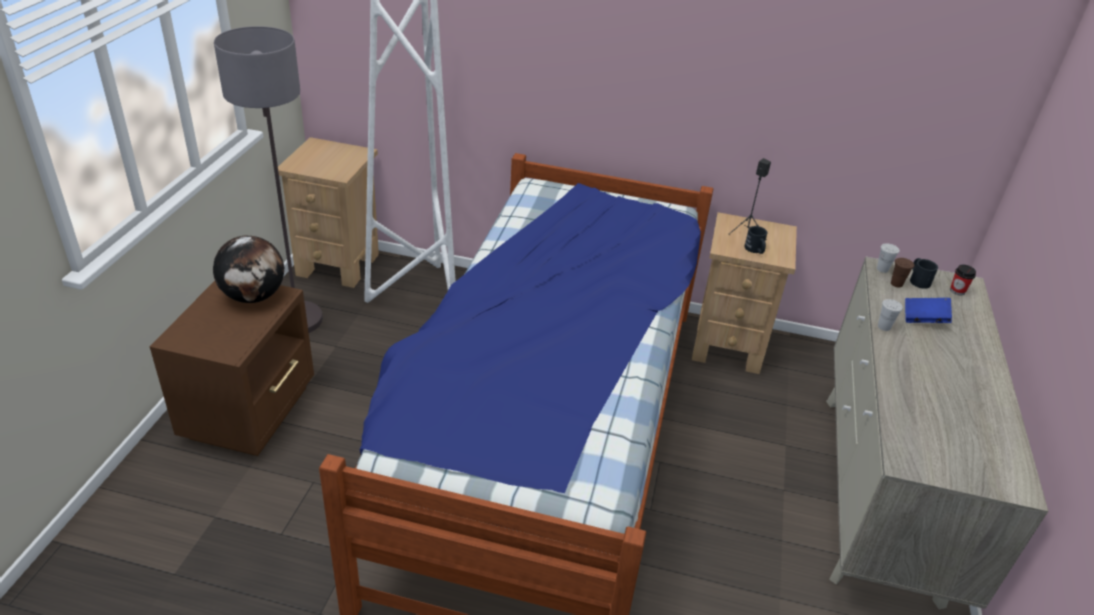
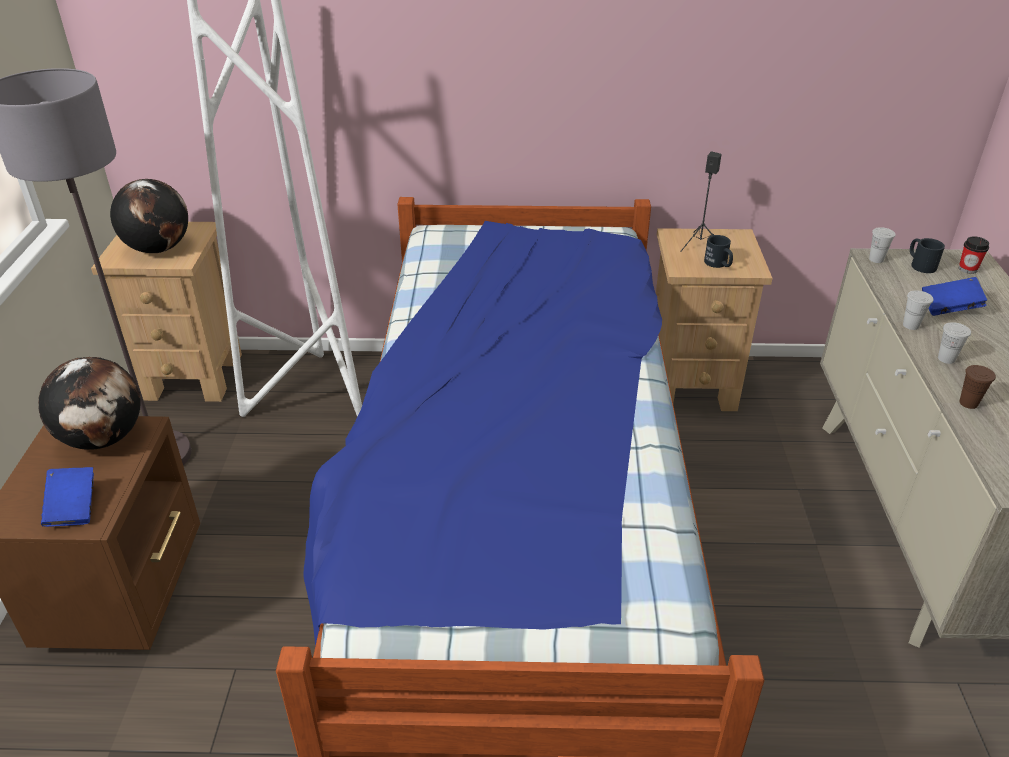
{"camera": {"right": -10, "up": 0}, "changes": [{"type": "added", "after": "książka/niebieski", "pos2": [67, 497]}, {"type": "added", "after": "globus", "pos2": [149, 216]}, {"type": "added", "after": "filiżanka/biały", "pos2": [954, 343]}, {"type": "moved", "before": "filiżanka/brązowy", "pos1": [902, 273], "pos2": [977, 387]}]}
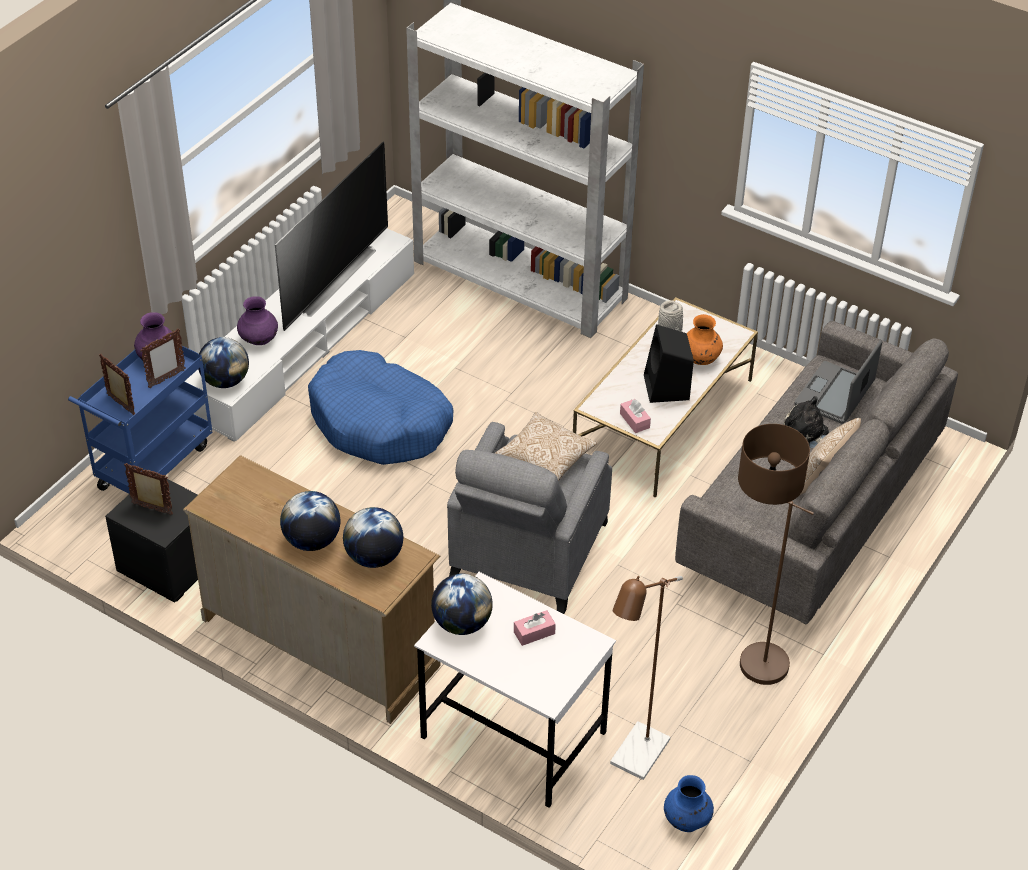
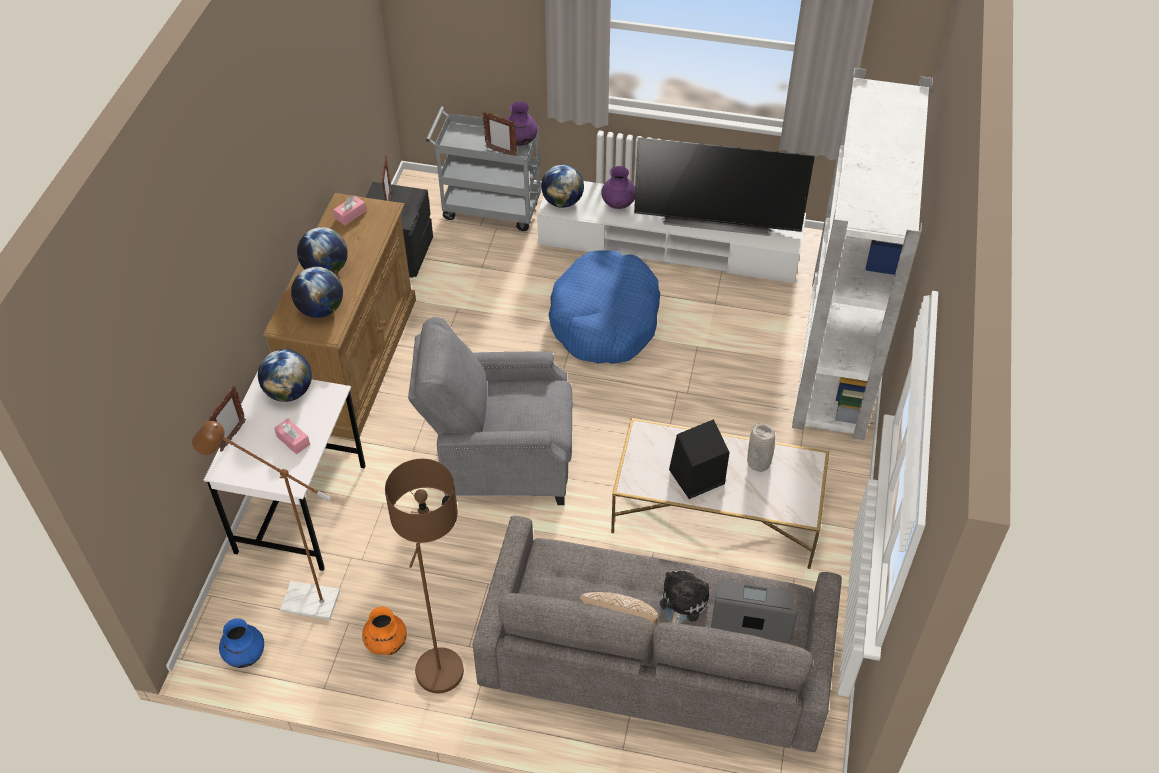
{"camera": {"right": 70, "up": 5}, "changes": [{"type": "moved", "before": "ramka na zdjęcie", "pos1": [117, 384], "pos2": [227, 419]}, {"type": "moved", "before": "pudełko chusteczek/różowy", "pos1": [635, 416], "pos2": [349, 211]}, {"type": "moved", "before": "wazon/pomarańczowy", "pos1": [705, 339], "pos2": [384, 631]}, {"type": "recoloured", "before": "wózek/niebieski", "after": "wózek/szary", "pos1": [140, 420], "pos2": [483, 168]}, {"type": "removed", "before": "poduszka", "pos1": [546, 446]}]}
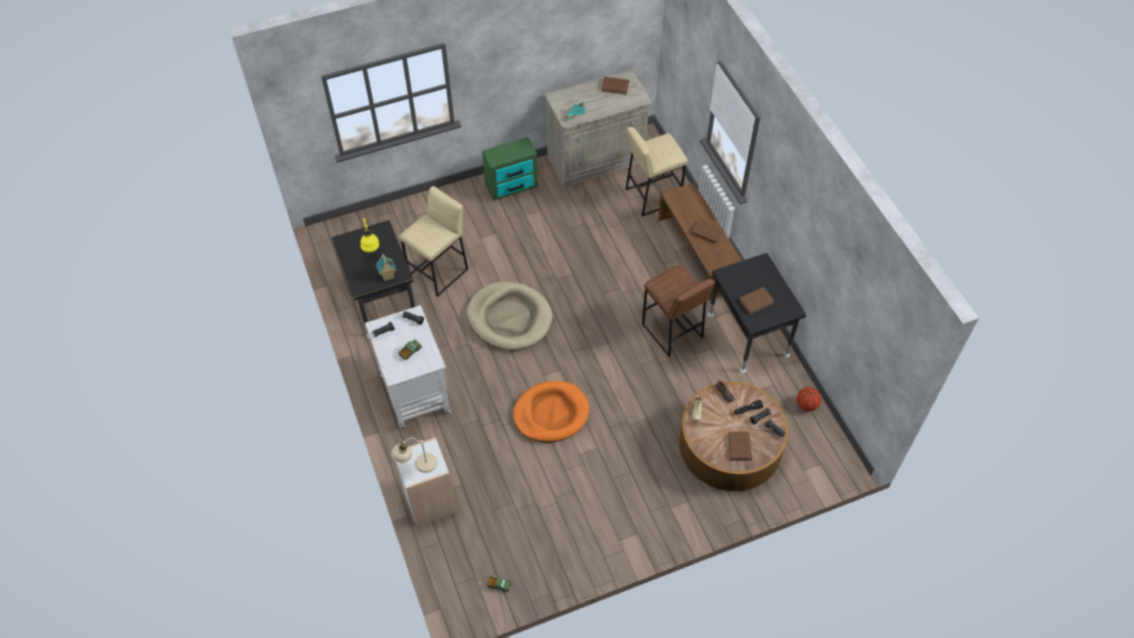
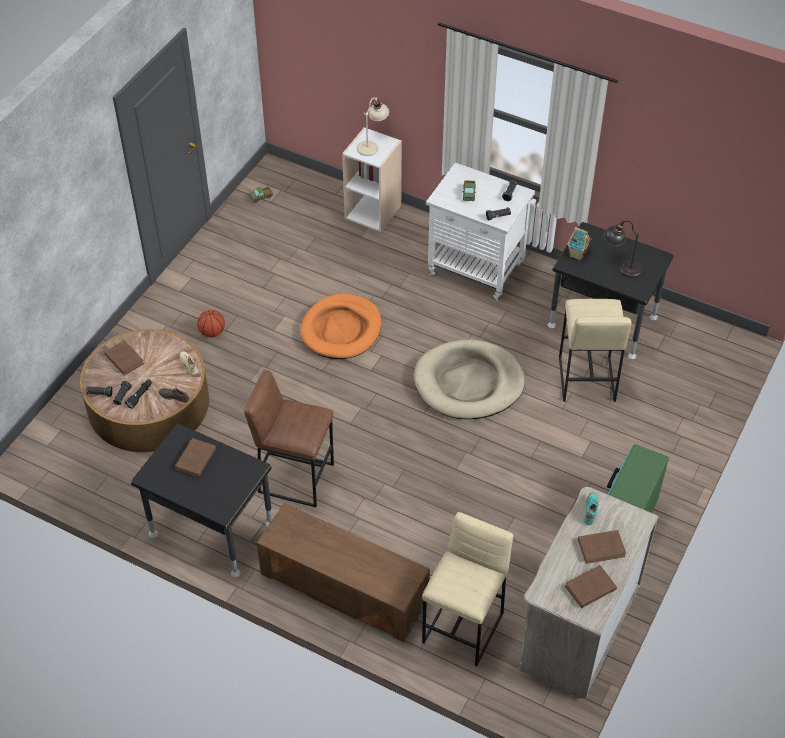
{"camera": {"right": 140, "up": -5}, "changes": [{"type": "moved", "before": "piłka do koszykówki", "pos1": [809, 399], "pos2": [211, 323]}, {"type": "moved", "before": "książka/brązowy", "pos1": [708, 231], "pos2": [602, 547]}, {"type": "recoloured", "before": "lampa stołowa/żółty", "after": "lampa stołowa/szary", "pos1": [369, 235], "pos2": [623, 249]}]}
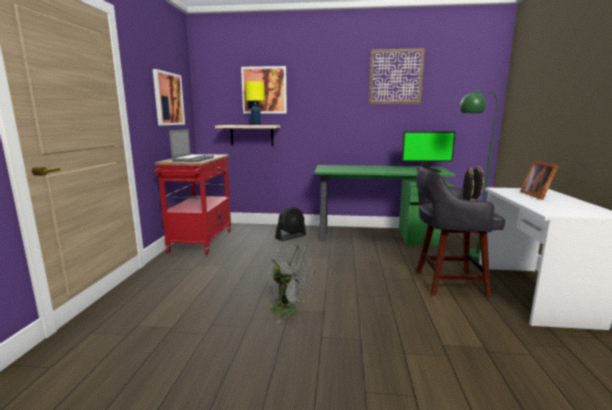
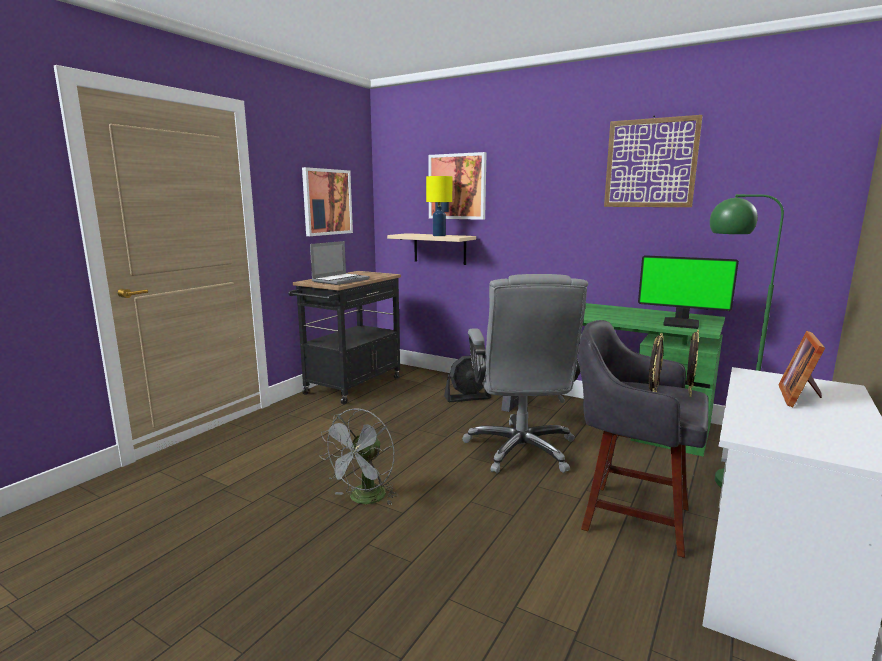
{"camera": {"right": 25, "up": 0}, "changes": [{"type": "recoloured", "before": "wózek/czerwony", "after": "wózek/czarny", "pos1": [192, 204], "pos2": [344, 338]}, {"type": "turned", "before": "wentylator/szary", "pos1": [292, 283], "pos2": [359, 457], "turn": 60}, {"type": "added", "after": "krzesło biurowe/szary", "pos2": [525, 374]}]}
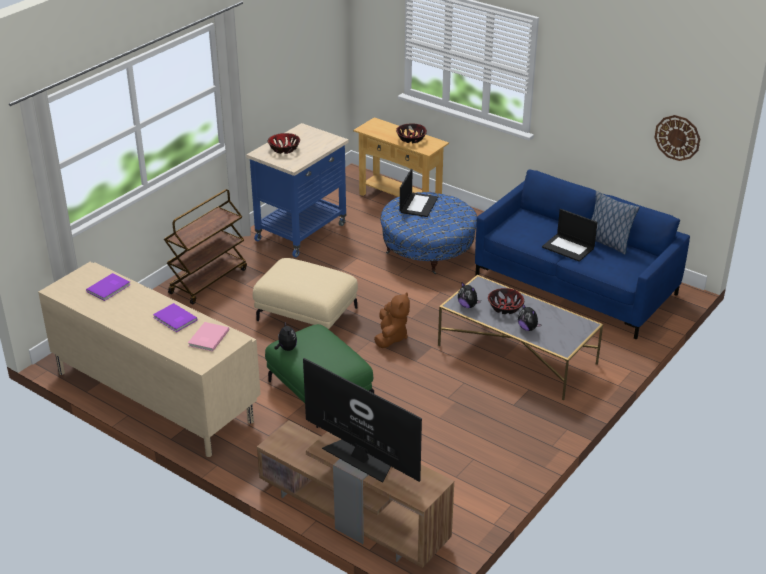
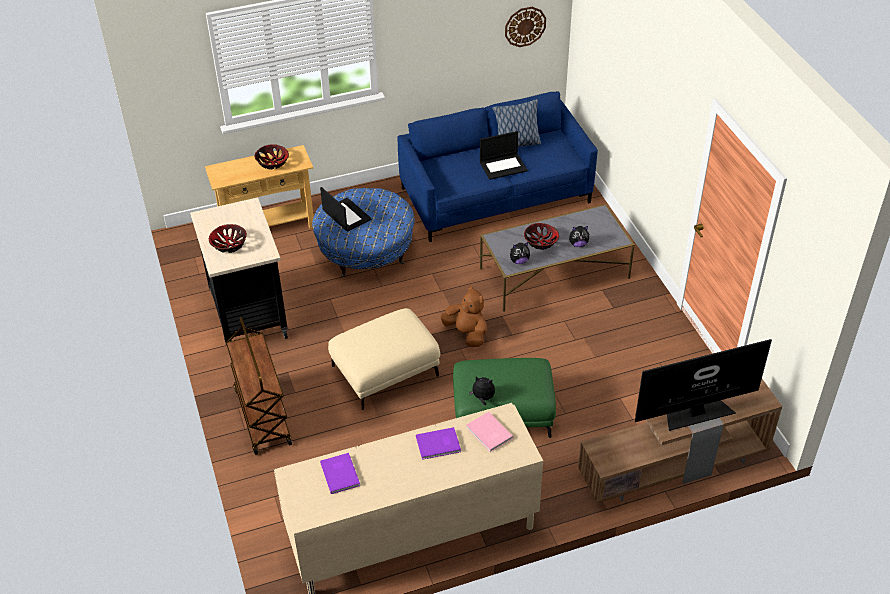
{"camera": {"right": -55, "up": 10}, "changes": [{"type": "recoloured", "before": "wózek/niebieski", "after": "wózek/czarny", "pos1": [297, 190], "pos2": [239, 270]}]}
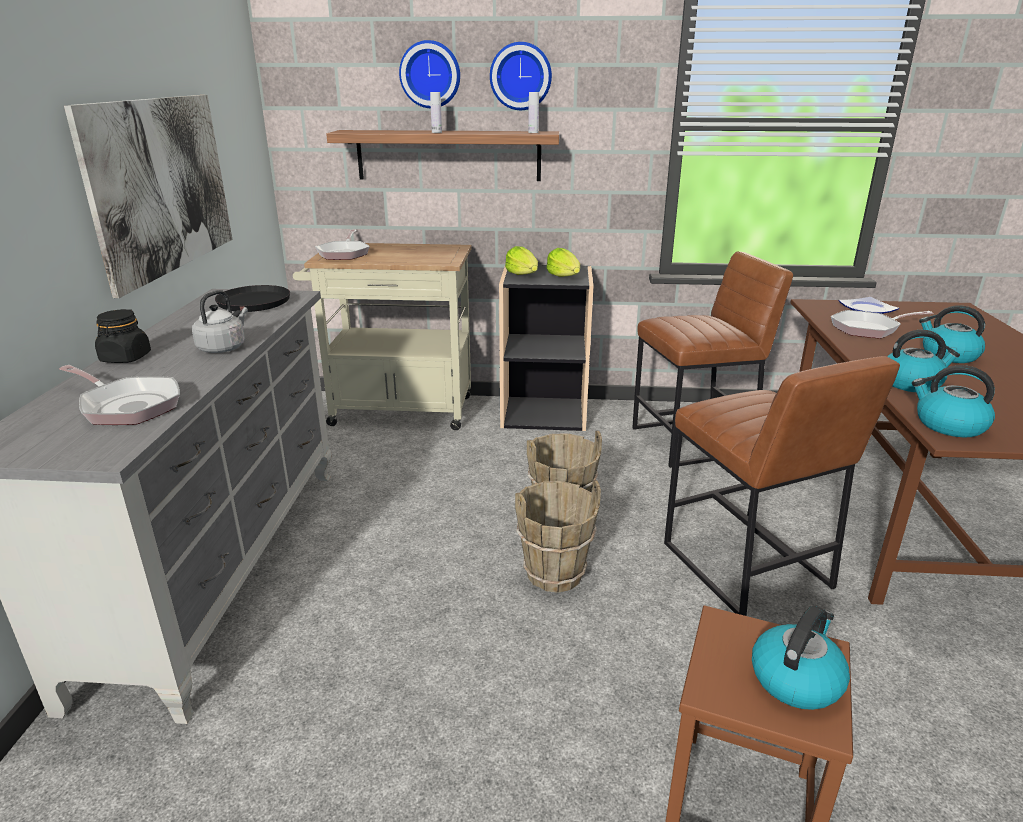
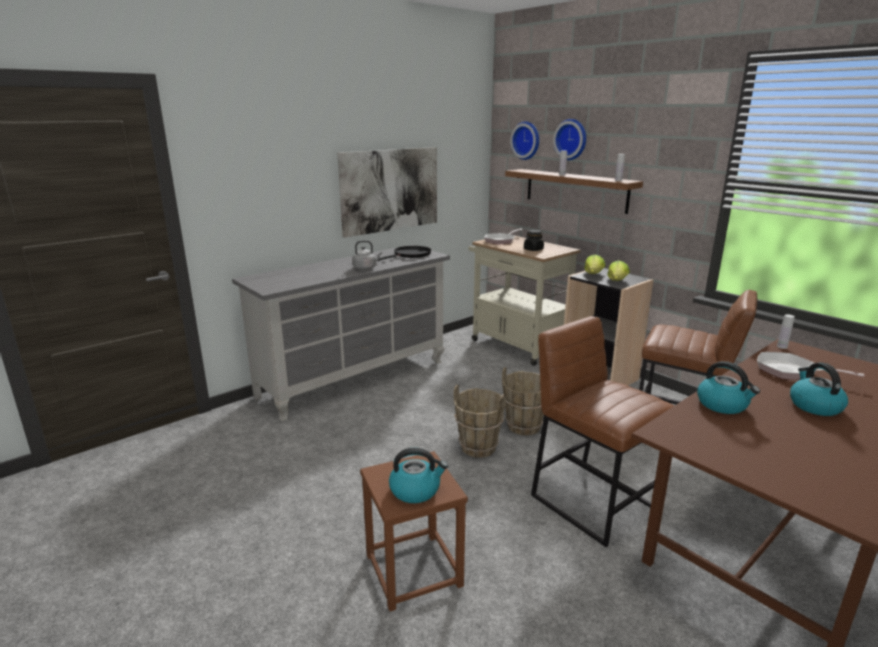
{"camera": {"right": 45, "up": -5}, "changes": [{"type": "moved", "before": "zegar ścienny", "pos1": [521, 76], "pos2": [524, 140]}, {"type": "moved", "before": "słoik/czarny", "pos1": [123, 336], "pos2": [534, 240]}, {"type": "turned", "before": "krzesło/brązowy", "pos1": [782, 486], "pos2": [602, 431], "turn": 120}, {"type": "added", "after": "butelka/biały", "pos2": [786, 331]}, {"type": "removed", "before": "patelnia", "pos1": [119, 395]}, {"type": "removed", "before": "talerz", "pos1": [869, 305]}, {"type": "removed", "before": "czajnik", "pos1": [953, 401]}]}
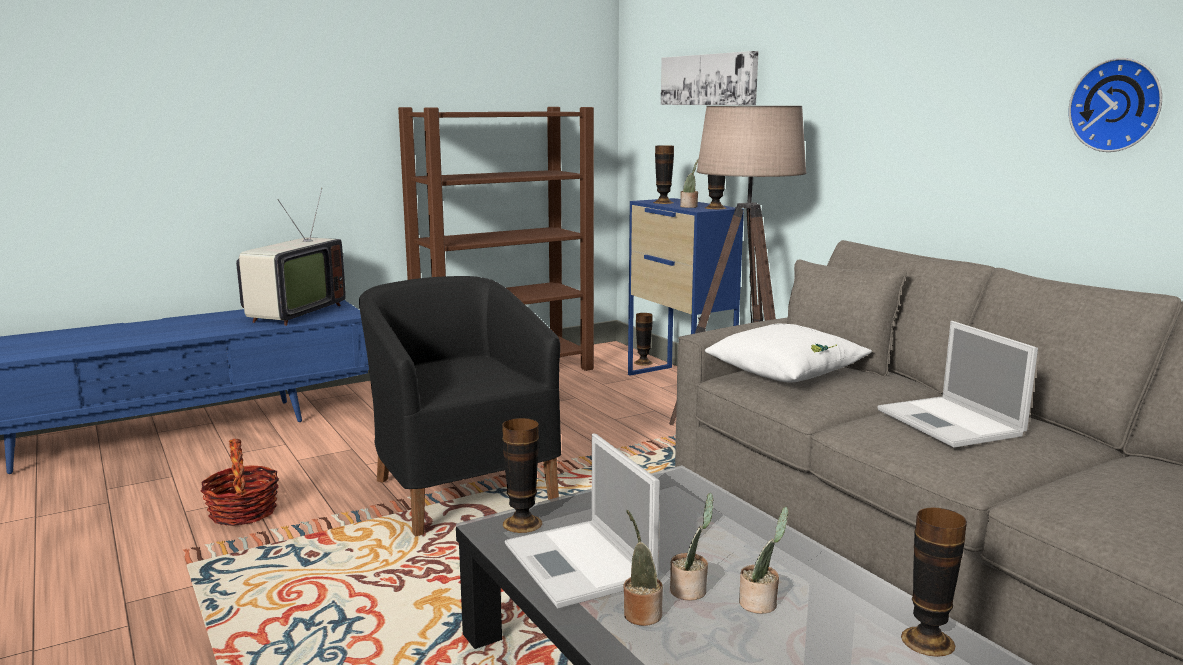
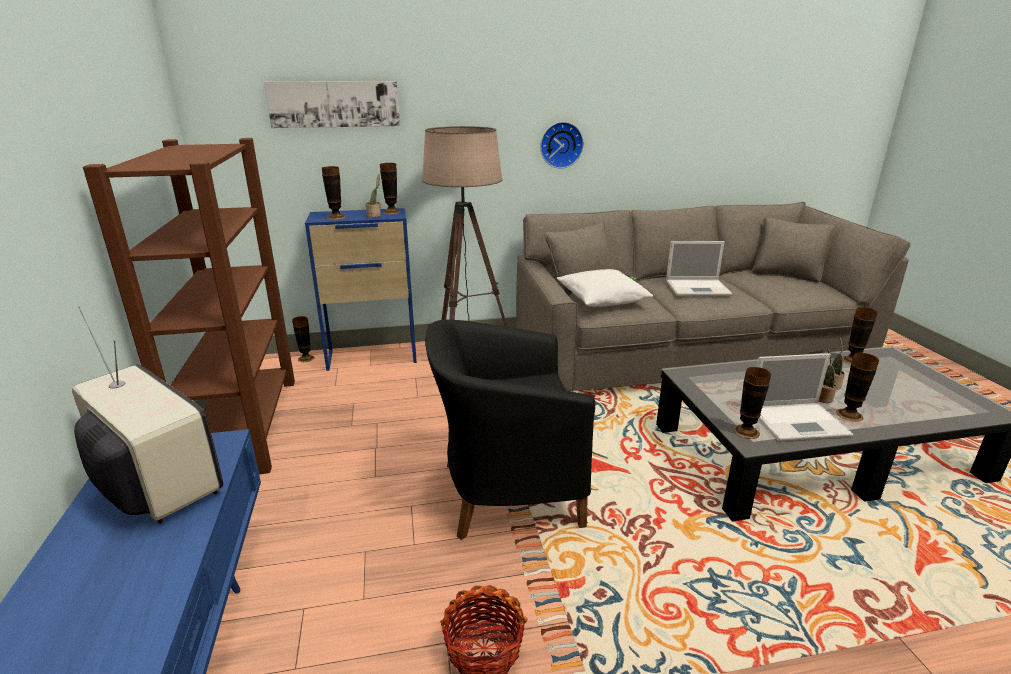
{"camera": {"right": -70, "up": 10}, "changes": [{"type": "moved", "before": "zegar ścienny", "pos1": [1115, 105], "pos2": [562, 145]}, {"type": "replaced", "before": "roślina doniczkowa", "after": "wazon", "pos1": [643, 568], "pos2": [857, 387]}]}
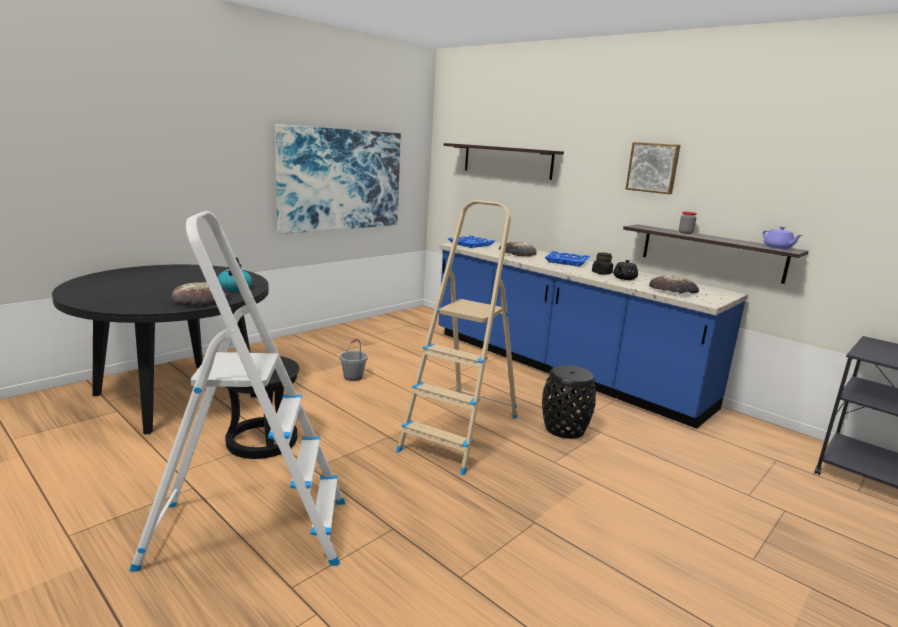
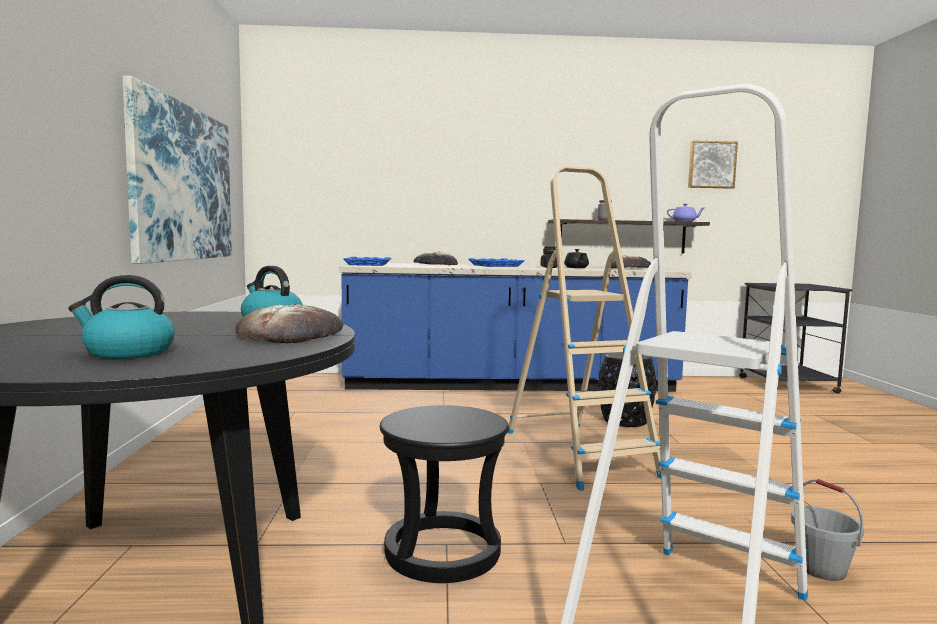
{"camera": {"right": -45, "up": -10}, "changes": [{"type": "added", "after": "czajnik", "pos2": [121, 317]}, {"type": "moved", "before": "obraz", "pos1": [653, 168], "pos2": [713, 164]}, {"type": "moved", "before": "wiadro/szary", "pos1": [354, 359], "pos2": [827, 530]}, {"type": "removed", "before": "półka", "pos1": [504, 161]}]}
